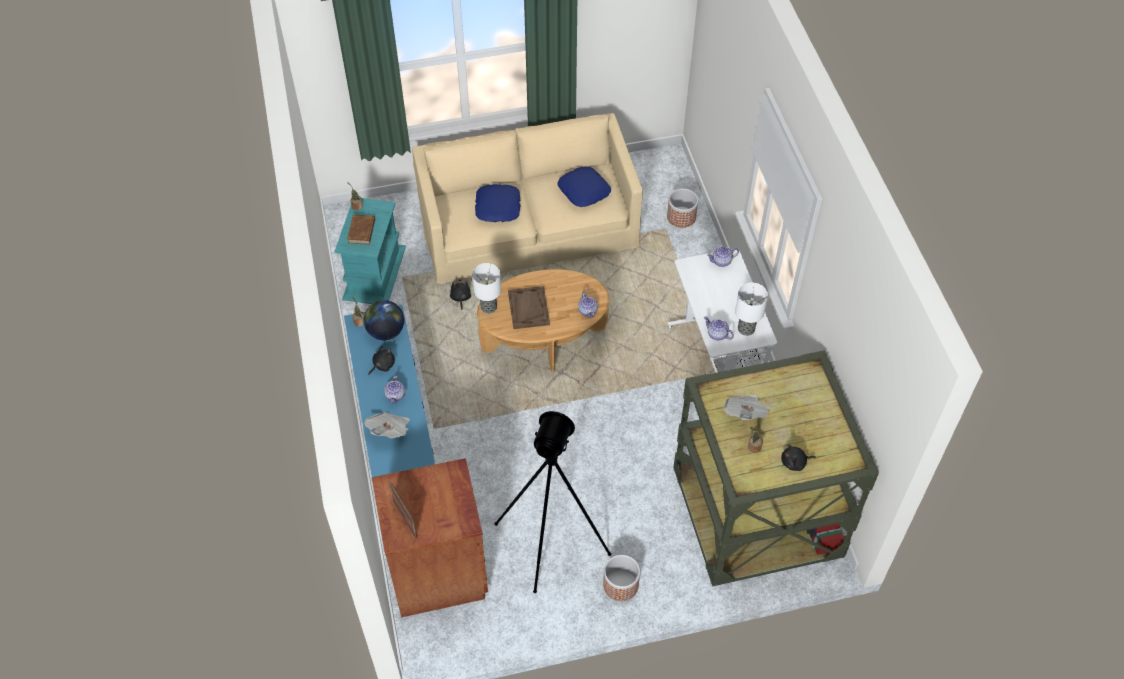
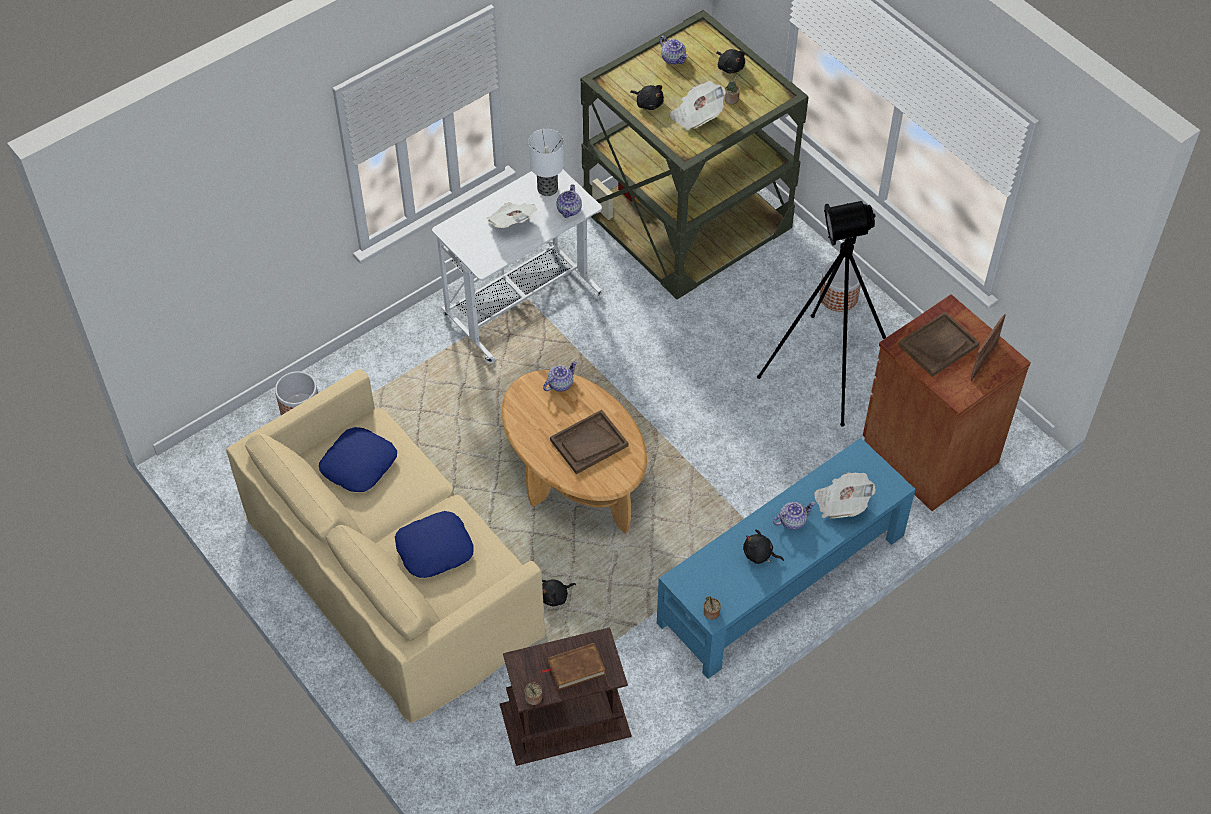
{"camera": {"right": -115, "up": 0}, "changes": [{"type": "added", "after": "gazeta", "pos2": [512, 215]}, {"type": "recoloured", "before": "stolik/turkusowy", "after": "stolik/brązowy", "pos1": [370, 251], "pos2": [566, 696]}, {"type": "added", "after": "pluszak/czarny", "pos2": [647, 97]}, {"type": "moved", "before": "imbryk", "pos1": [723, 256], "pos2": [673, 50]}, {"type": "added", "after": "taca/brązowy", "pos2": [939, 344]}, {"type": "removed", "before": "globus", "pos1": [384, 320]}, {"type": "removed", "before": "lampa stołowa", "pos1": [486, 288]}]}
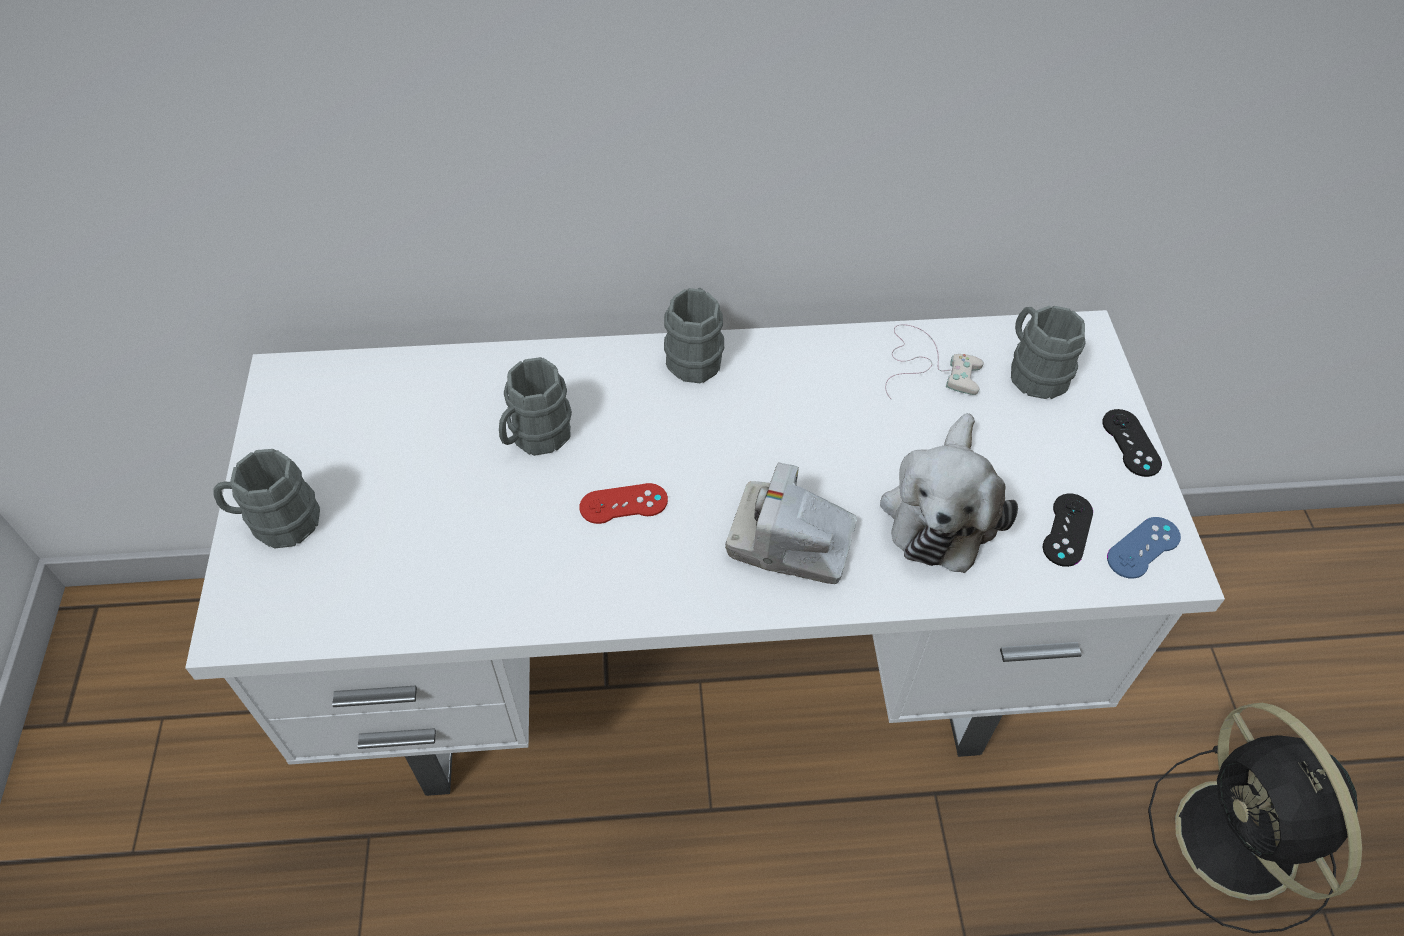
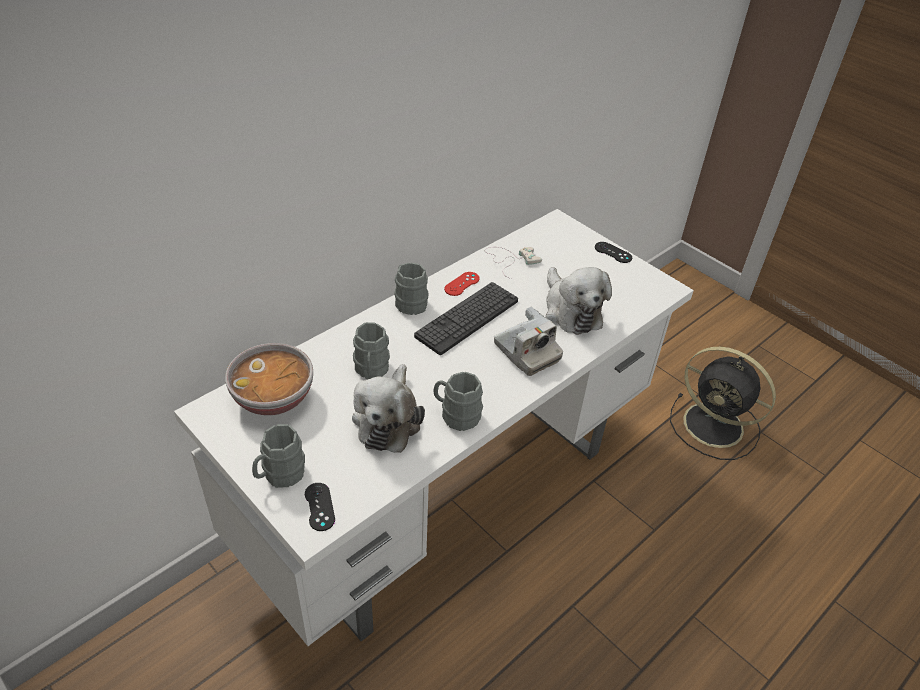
{"camera": {"right": -40, "up": -10}, "changes": [{"type": "added", "after": "miska", "pos2": [269, 379]}, {"type": "moved", "before": "pad do gier/czarny", "pos1": [1068, 530], "pos2": [320, 507]}, {"type": "added", "after": "pluszak", "pos2": [388, 408]}, {"type": "added", "after": "klawiatura", "pos2": [466, 318]}, {"type": "moved", "before": "kubek/szary", "pos1": [1048, 352], "pos2": [458, 401]}, {"type": "moved", "before": "pad do gier/czerwony", "pos1": [624, 503], "pos2": [462, 284]}, {"type": "turned", "before": "aparat fotograficzny", "pos1": [791, 523], "pos2": [528, 341], "turn": -105}, {"type": "removed", "before": "pad do gier/niebieski", "pos1": [1144, 548]}]}
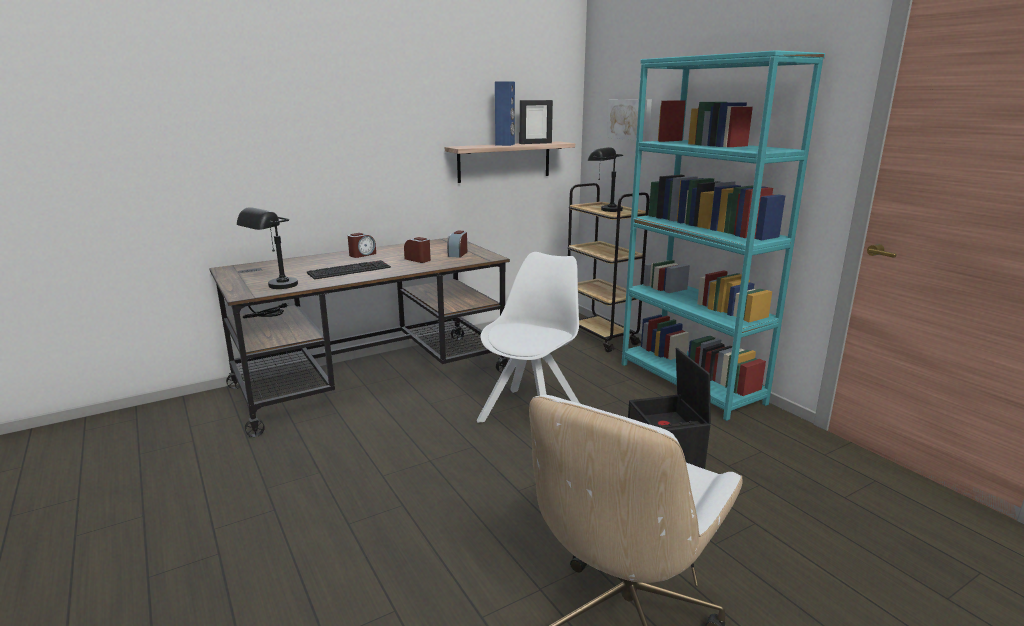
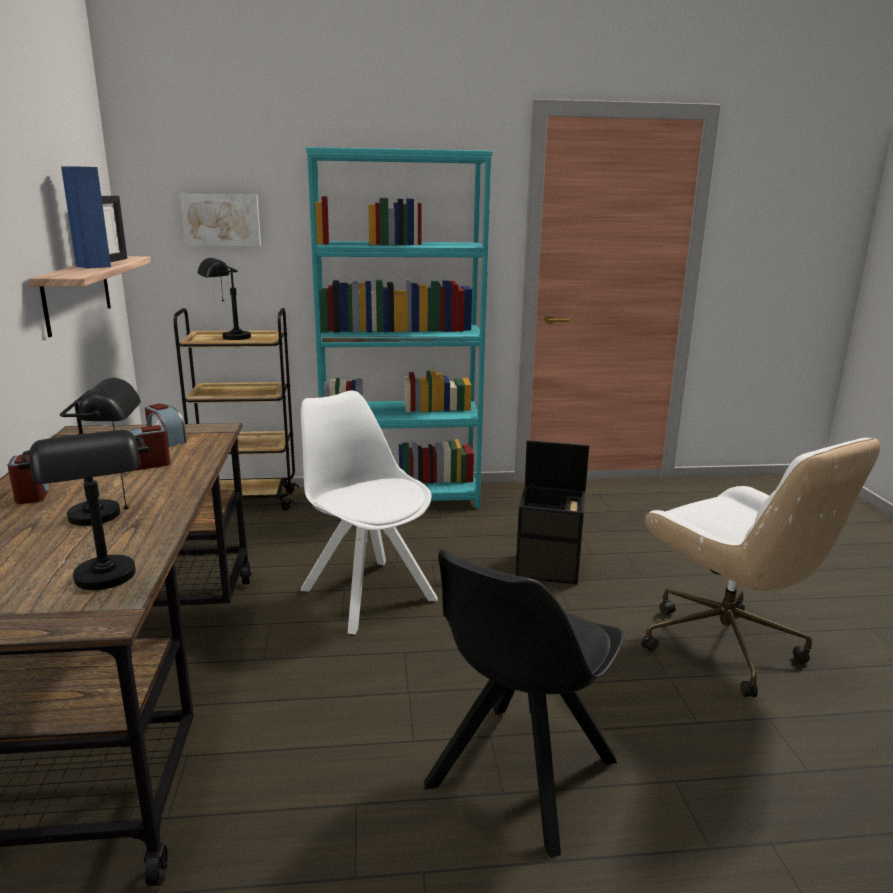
{"camera": {"right": -65, "up": 0}, "changes": [{"type": "replaced", "before": "klawiatura", "after": "lampa stołowa/czarny", "pos1": [349, 270], "pos2": [100, 452]}, {"type": "added", "after": "krzesło/czarny", "pos2": [524, 703]}]}
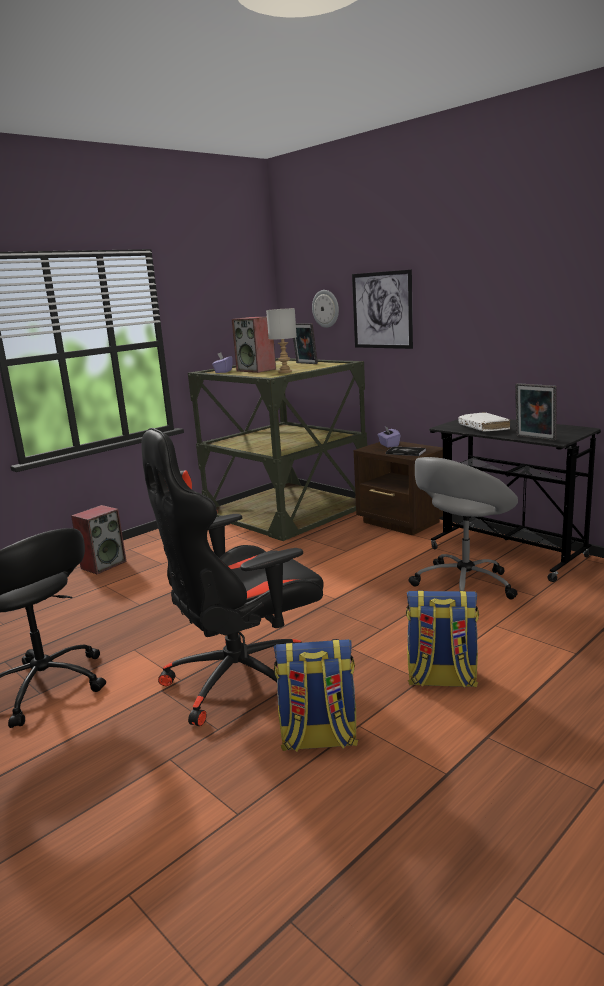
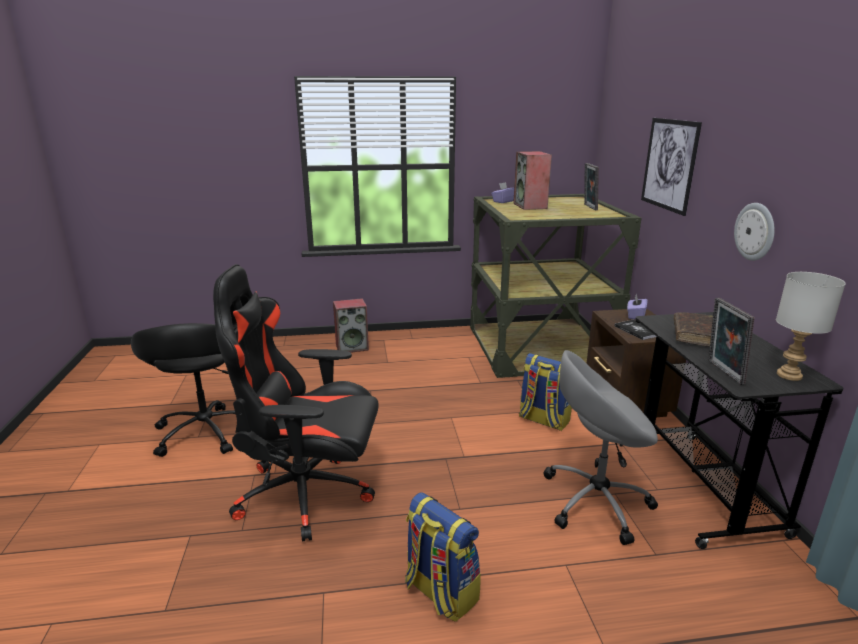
{"camera": {"right": 35, "up": 5}, "changes": [{"type": "moved", "before": "plecak", "pos1": [316, 695], "pos2": [545, 392]}, {"type": "recoloured", "before": "książka/biały", "after": "książka/brązowy", "pos1": [484, 422], "pos2": [693, 329]}, {"type": "moved", "before": "zegar ścienny", "pos1": [325, 309], "pos2": [754, 232]}, {"type": "moved", "before": "lampa stołowa/szary", "pos1": [281, 340], "pos2": [811, 326]}]}
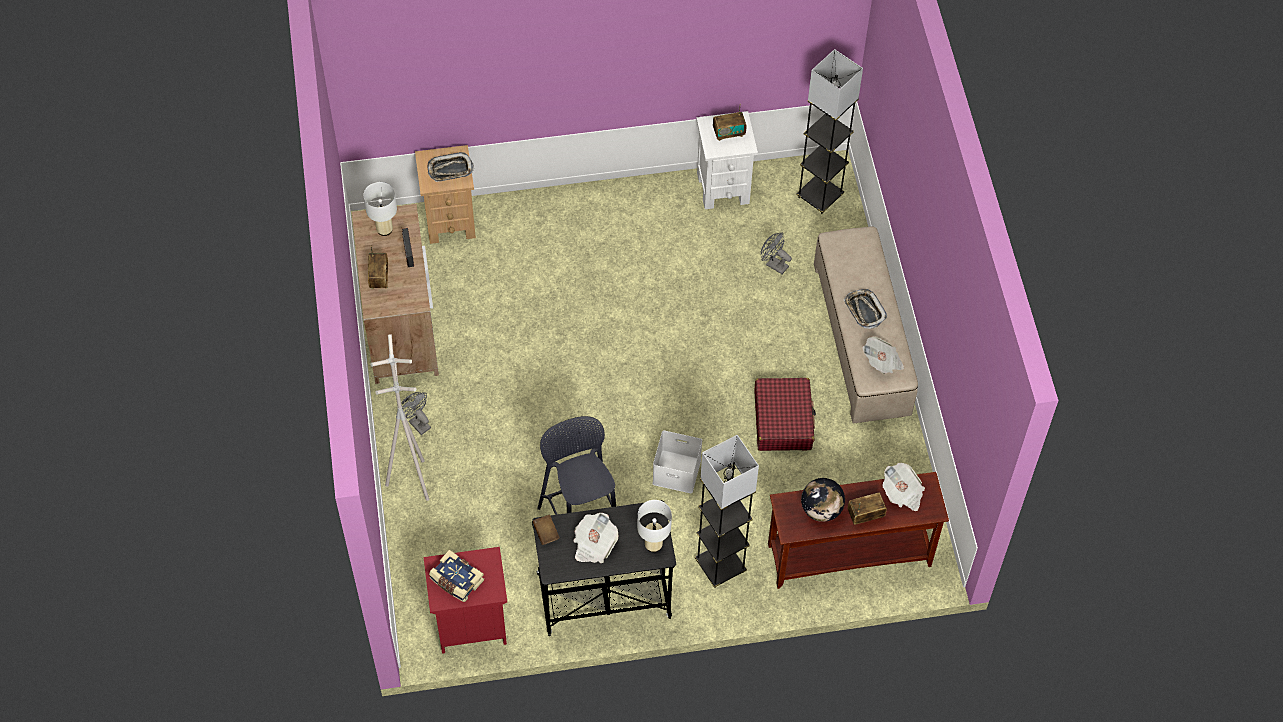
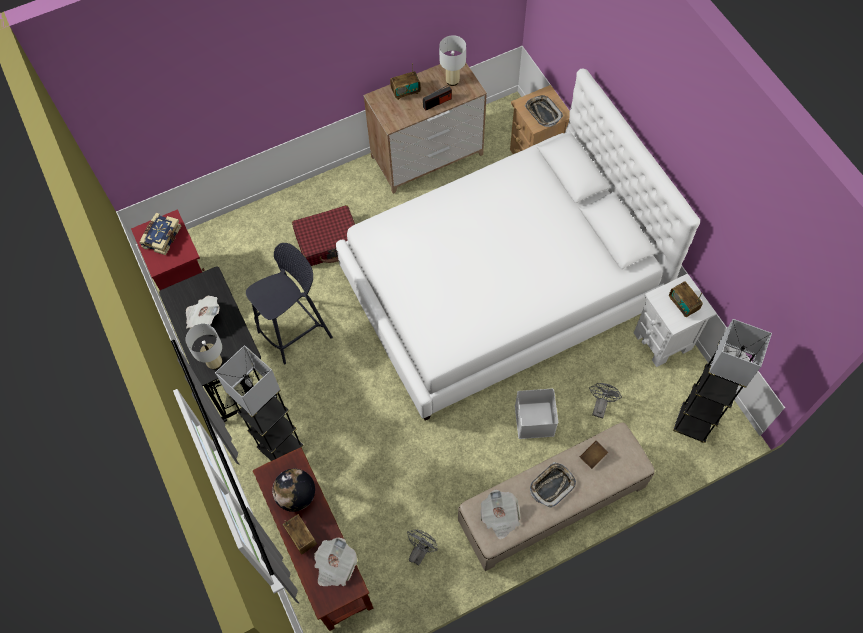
{"camera": {"right": 75, "up": 5}, "changes": [{"type": "moved", "before": "walizka/czerwony", "pos1": [785, 414], "pos2": [323, 235]}, {"type": "added", "after": "łóżko/biały", "pos2": [518, 244]}, {"type": "moved", "before": "wentylator/szary", "pos1": [416, 413], "pos2": [422, 547]}, {"type": "moved", "before": "pojemnik do przechowywania/biały", "pos1": [677, 462], "pos2": [536, 414]}, {"type": "moved", "before": "książka/brązowy", "pos1": [545, 529], "pos2": [594, 455]}, {"type": "removed", "before": "wieszak/szary", "pos1": [399, 417]}]}
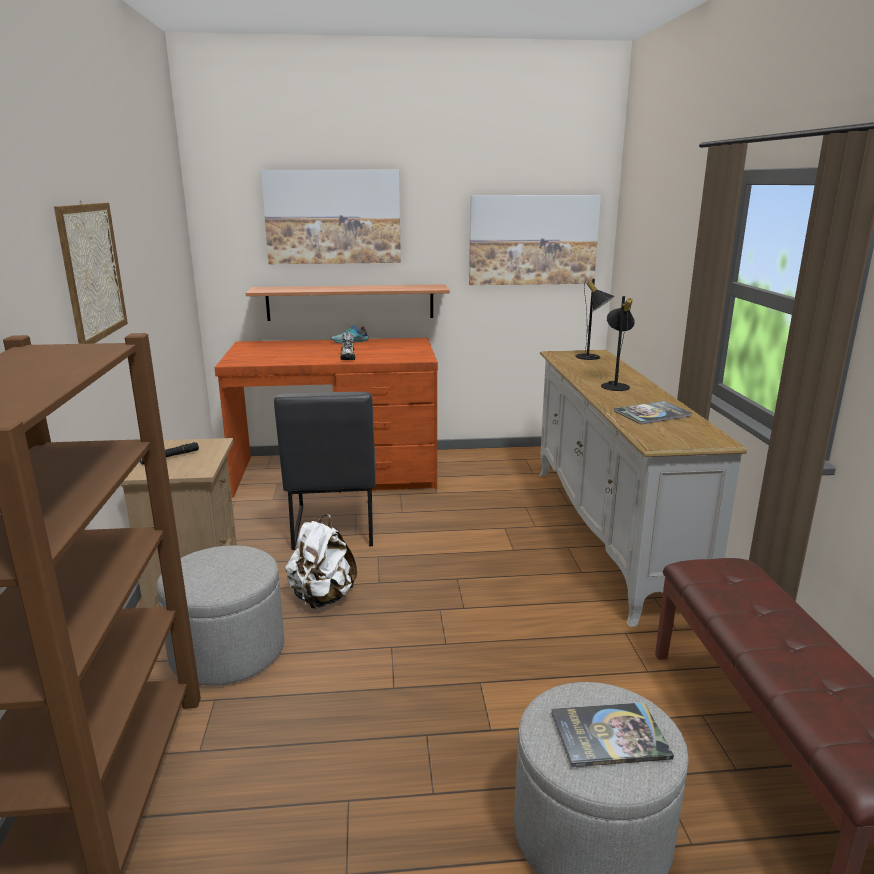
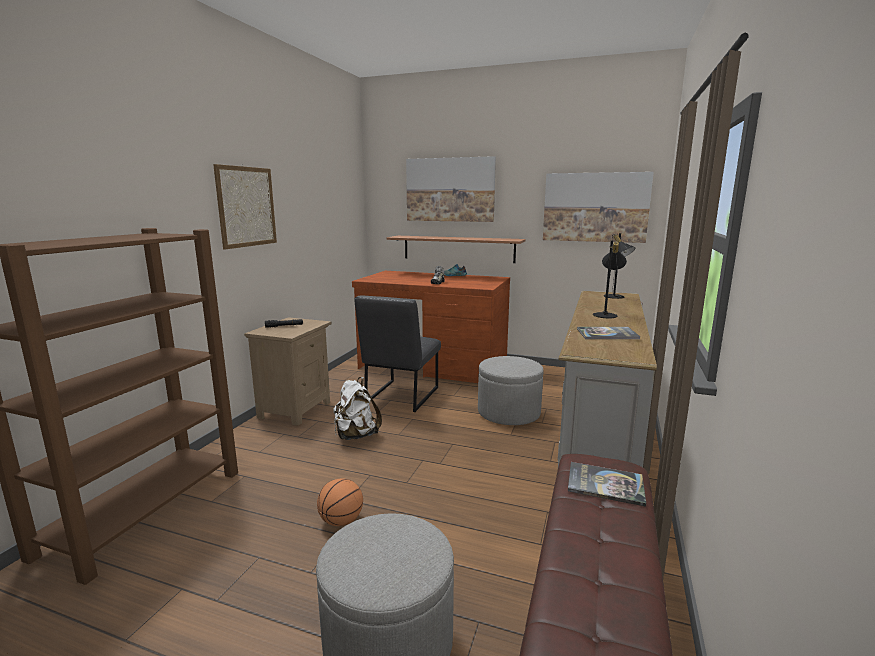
{"camera": {"right": 25, "up": -5}, "changes": [{"type": "added", "after": "piłka do koszykówki", "pos2": [340, 502]}, {"type": "moved", "before": "pufa/szary", "pos1": [220, 615], "pos2": [510, 390]}, {"type": "moved", "before": "książka", "pos1": [612, 734], "pos2": [607, 484]}]}
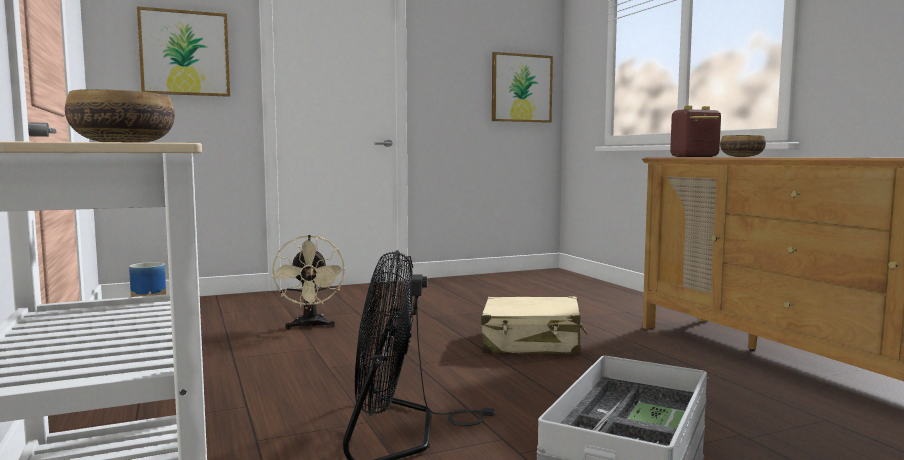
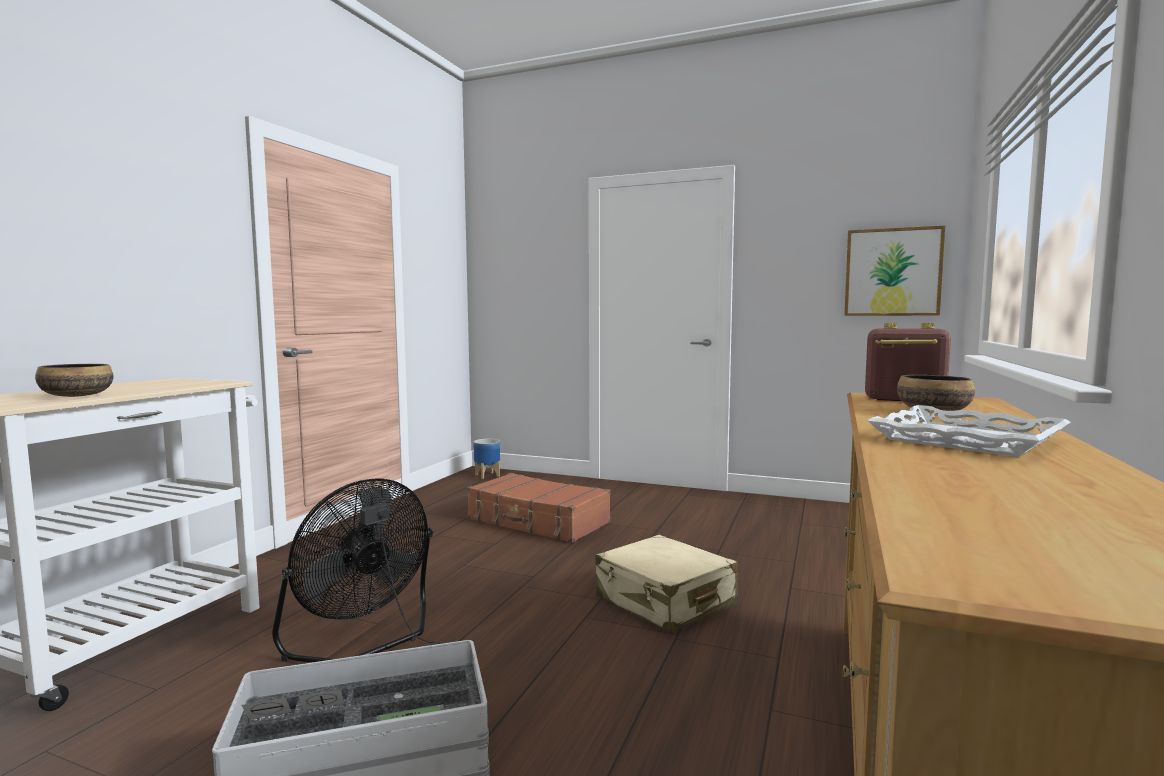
{"camera": {"right": 45, "up": 0}, "changes": [{"type": "replaced", "before": "wentylator/beżowy", "after": "walizka/brązowy", "pos1": [308, 282], "pos2": [539, 508]}, {"type": "added", "after": "taca/biały", "pos2": [969, 431]}, {"type": "removed", "before": "obraz", "pos1": [183, 51]}]}
